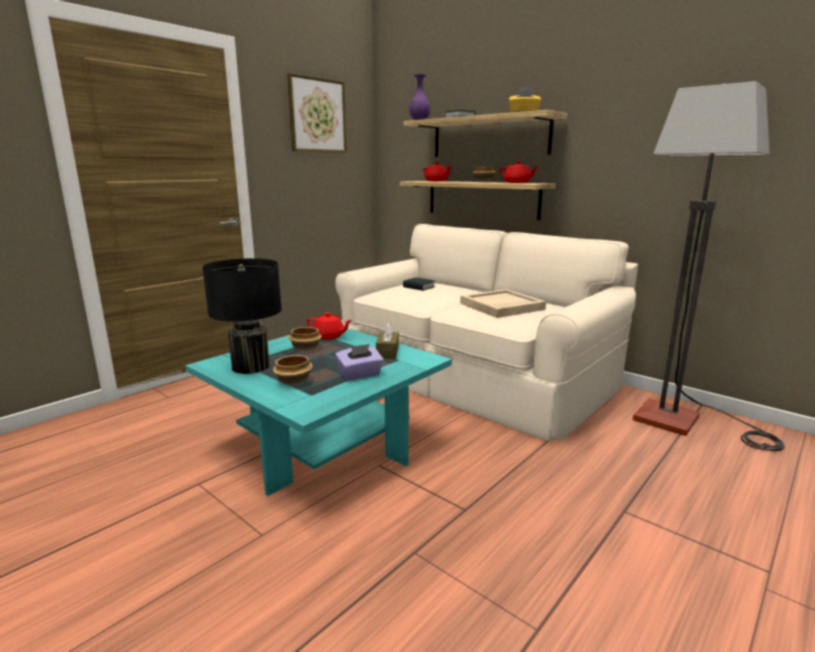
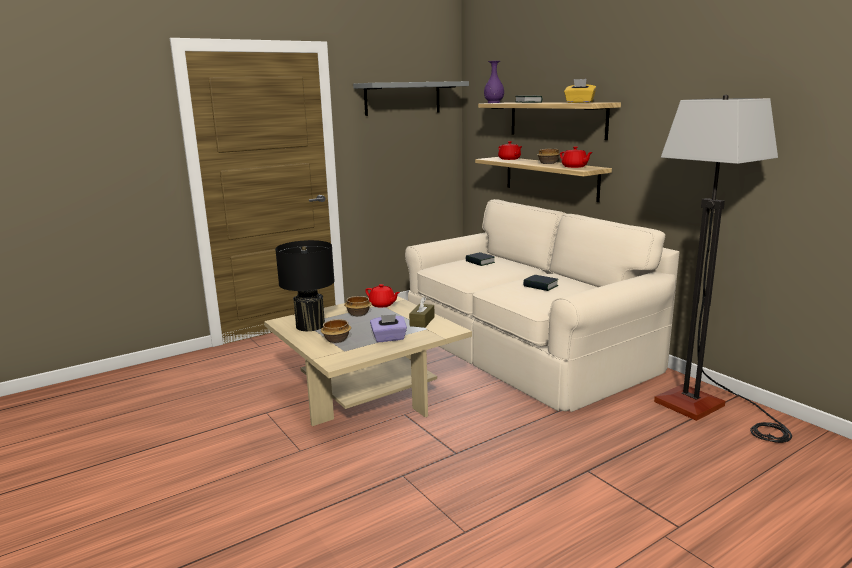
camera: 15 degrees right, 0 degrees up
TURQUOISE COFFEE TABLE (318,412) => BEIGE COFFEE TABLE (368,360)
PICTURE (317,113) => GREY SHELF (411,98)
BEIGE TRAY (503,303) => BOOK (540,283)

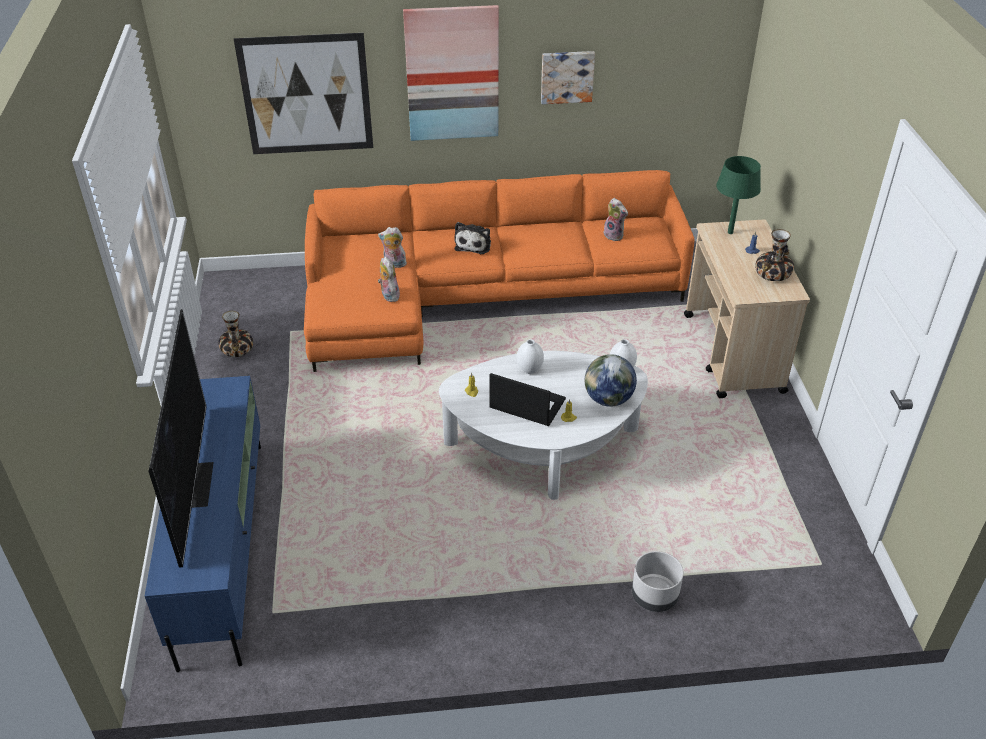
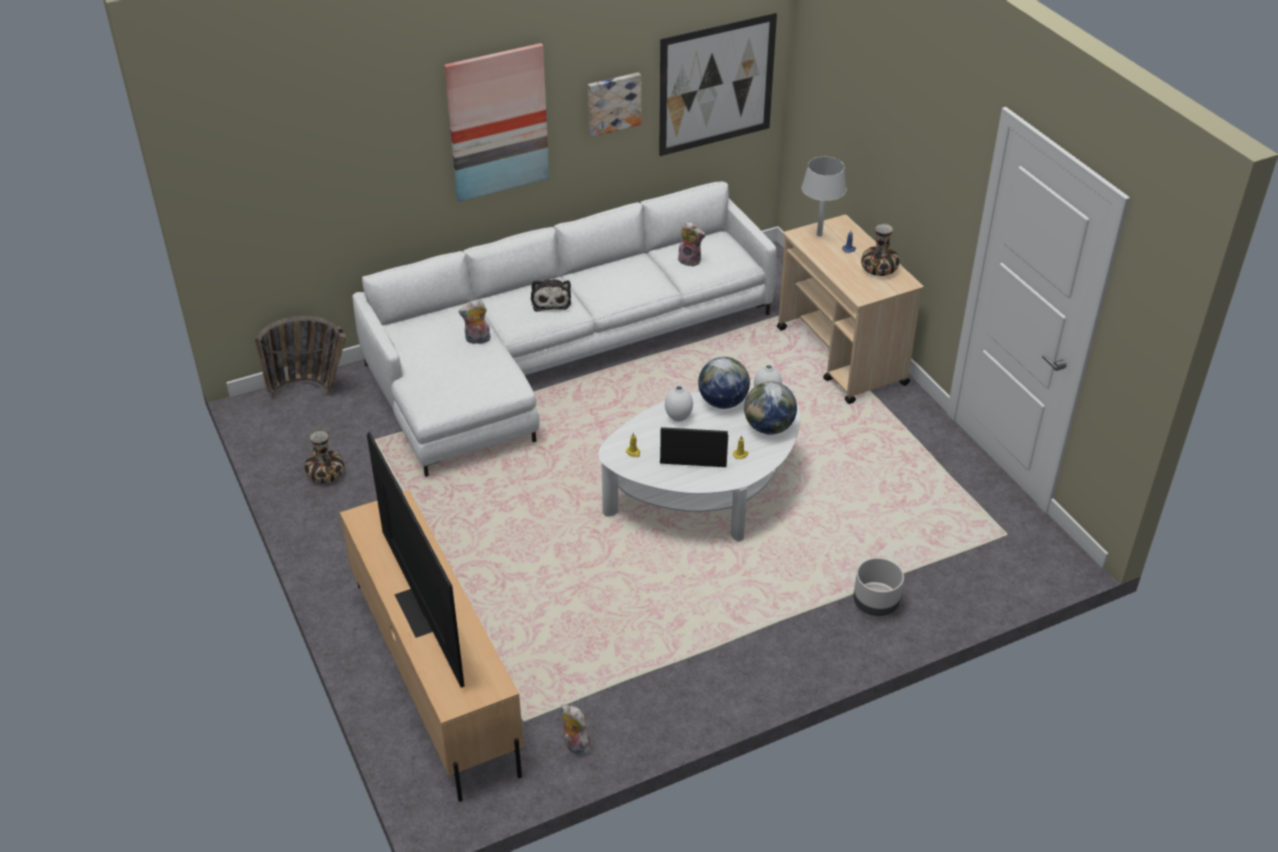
camera: 20 degrees left, 0 degrees up
BLUE TV STAND (203,524) => BEIGE TV STAND (432,646)
PICTURE (303,93) => PICTURE (718,84), relocated
ORANGE SOFA (499,271) => WHITE SOFA (564,329)
PLUSH TOY (389,279) => PLUSH TOY (575,730), relocated
GREEN TABLE LAMP (738,195) => GREY TABLE LAMP (823,197)
nothing => BASKET (300,358)
nothing => GLOBE (724,383)

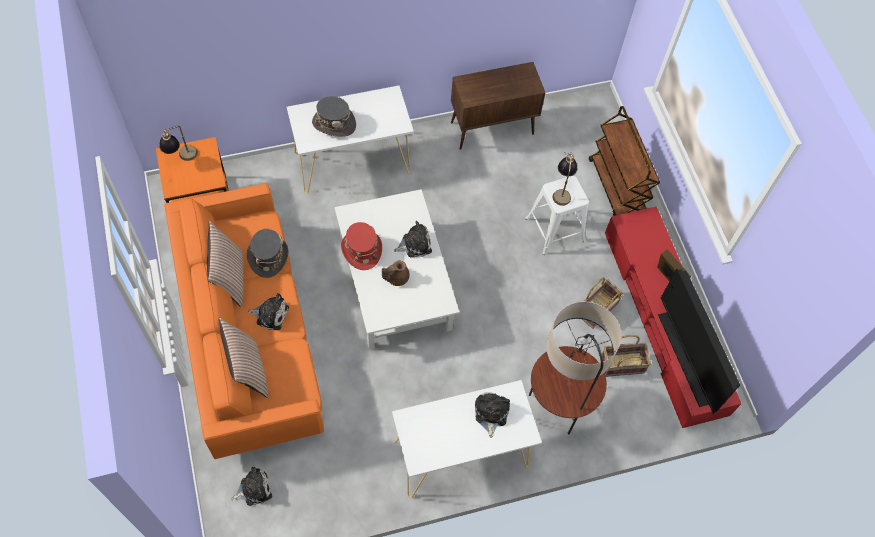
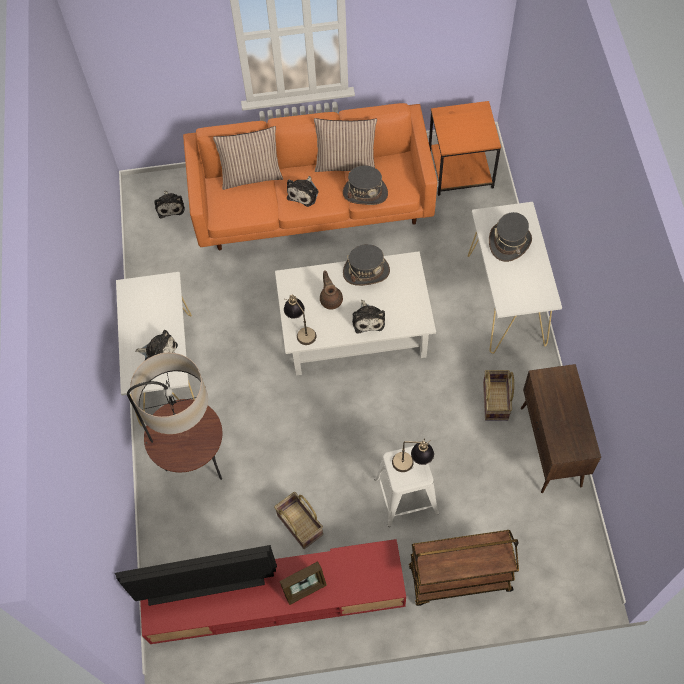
camera: 105 degrees right, 0 degrees up
TABLE LAMP (179,143) => TABLE LAMP (300,319), relocated
RED HAT (361,246) => GREY HAT (366,265)
BASKET (626,356) => BASKET (498,395), relocated

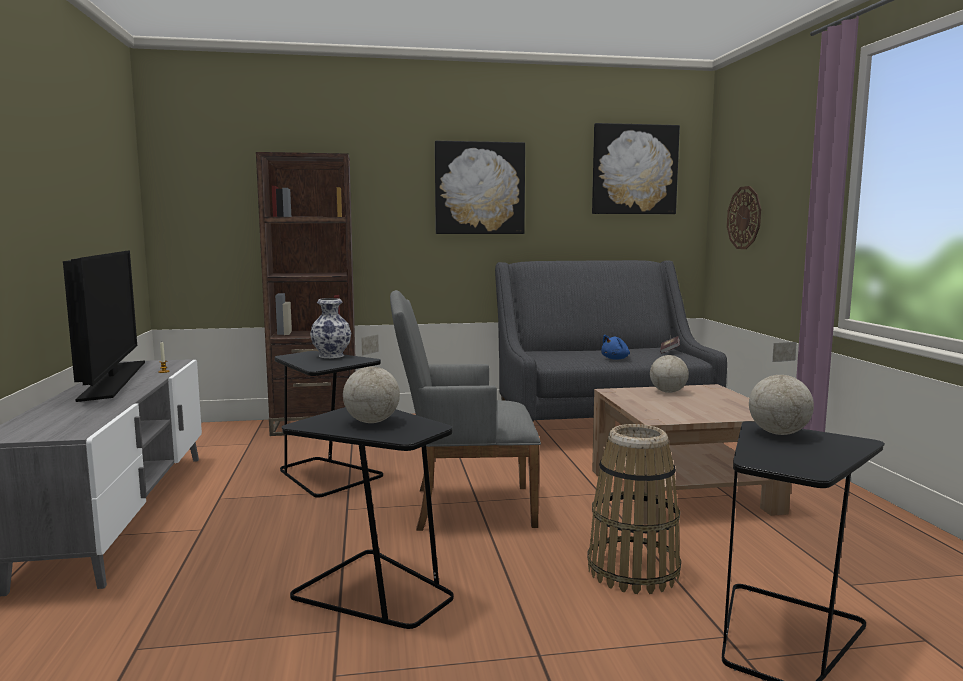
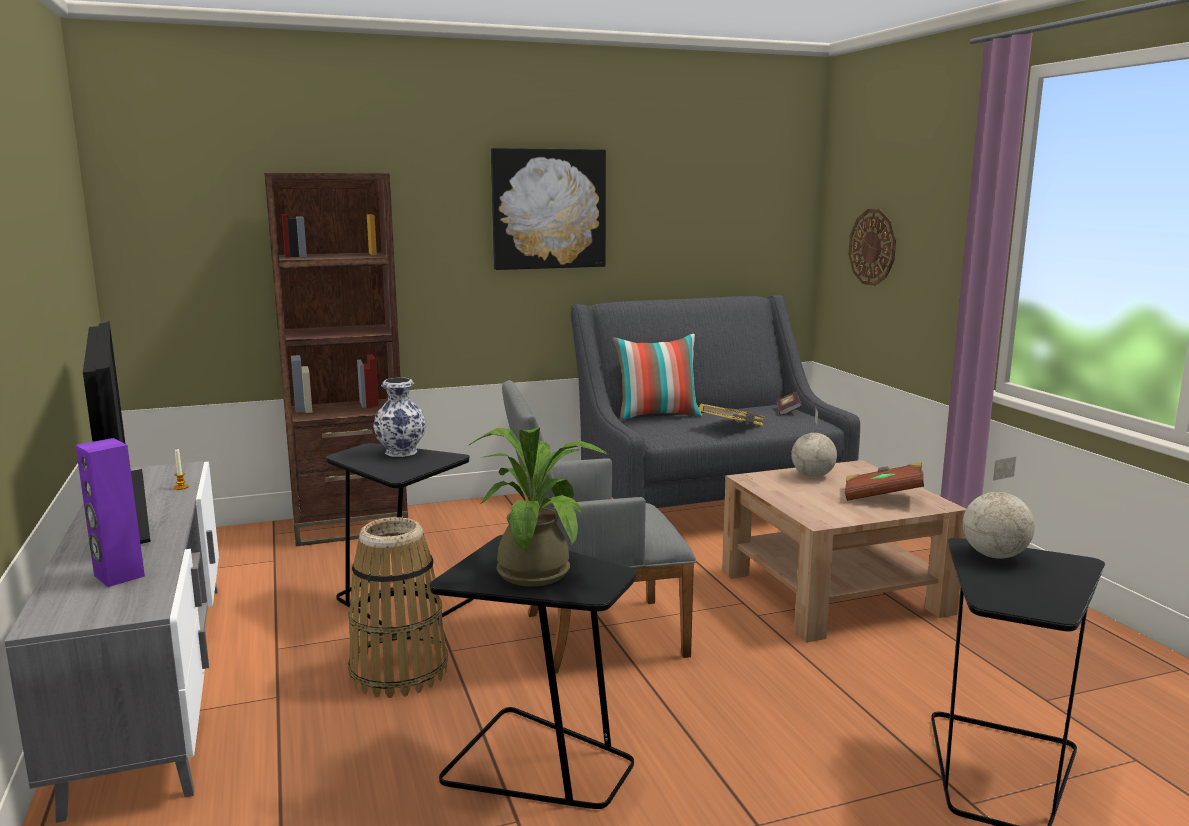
camera: 10 degrees left, 5 degrees up
GLOBE (371,379) => POTTED PLANT (538,506)
BASKET (634,509) => BASKET (398,607), relocated
PICTURE (636,168) => nothing
BLUE PLUSH TOY (615,347) => YELLOW BOOK (732,415)
nothing => PURPLE SPEAKER (110,512)
nothing => PILLOW (657,377)
nothing => BROWN BOOK (884,481)

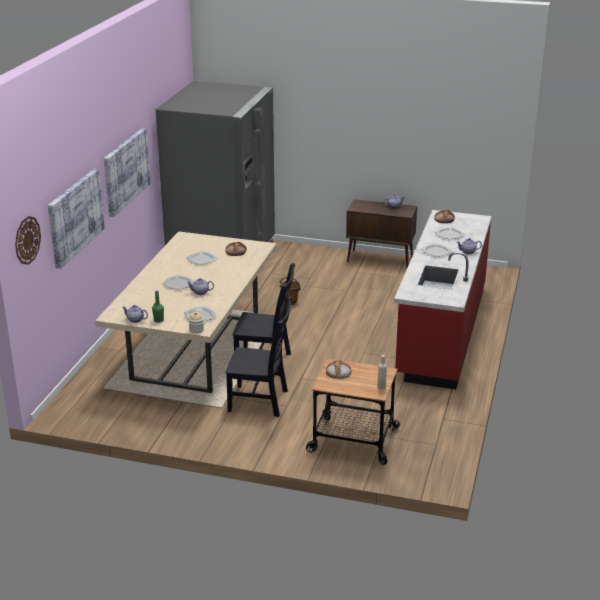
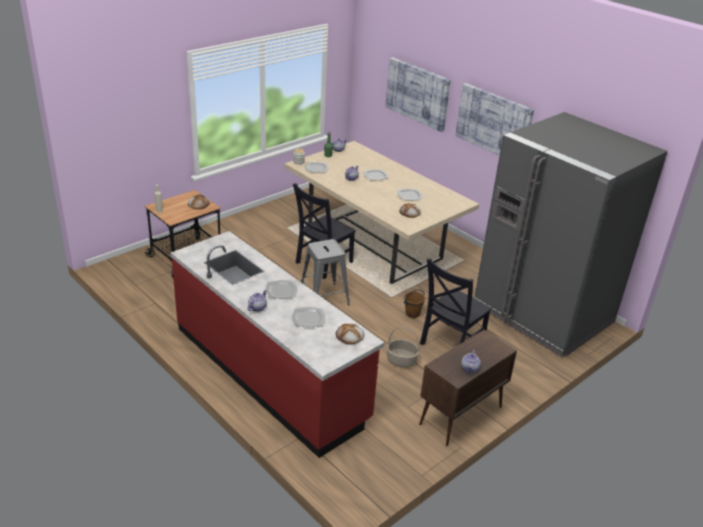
camera: 120 degrees right, 5 degrees up
WALL CLOCK (28,240) => nothing
BLACK CHAIR (259,357) => BLACK CHAIR (456,301), relocated
nothing => GREY STOOL (325,272)
nothing => BASKET (403,347)

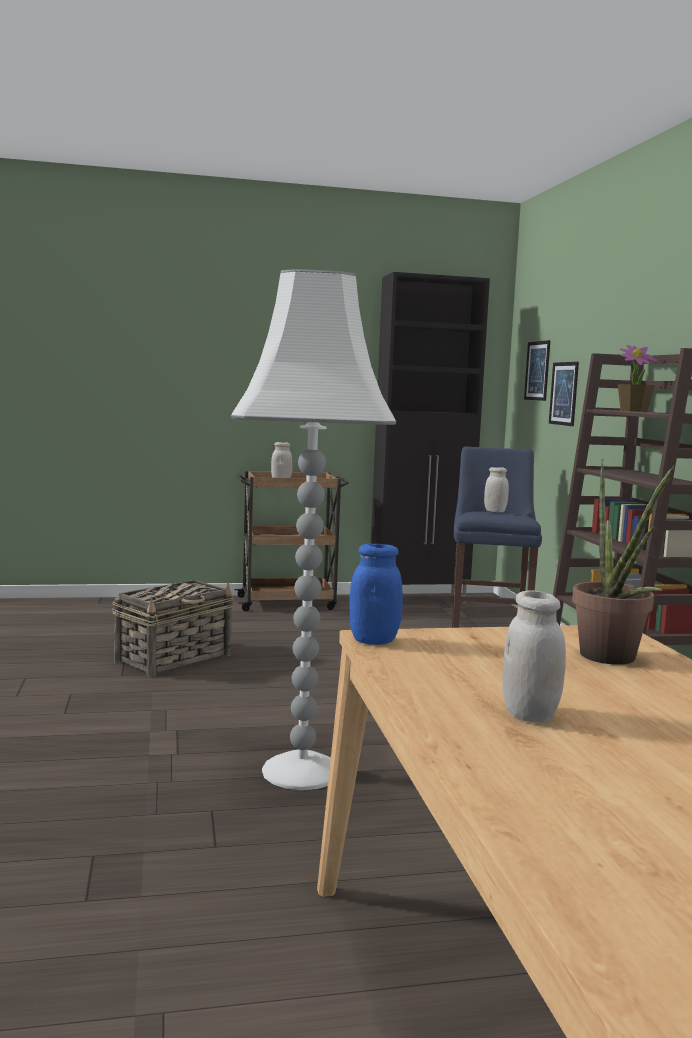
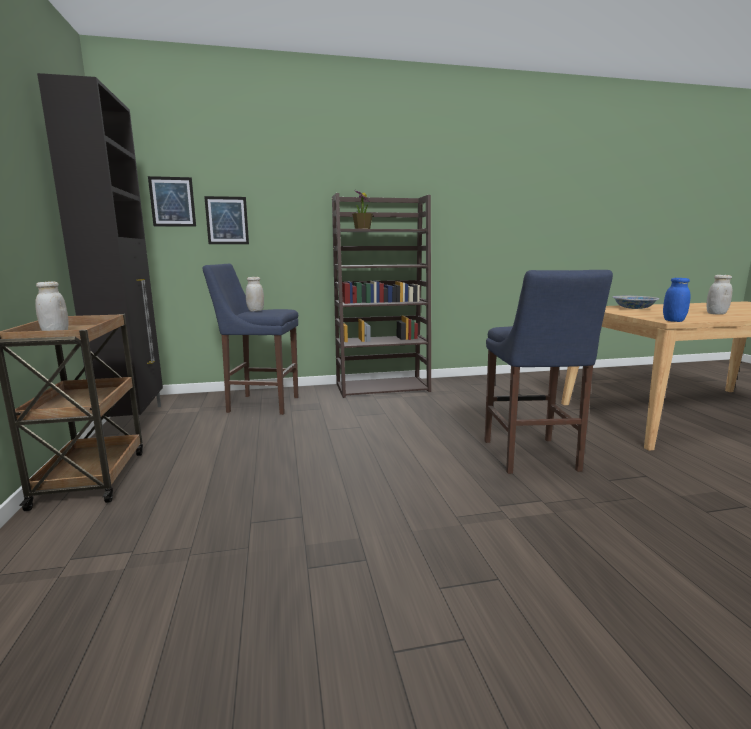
camera: 90 degrees left, 5 degrees up
BASKET (173,628) => nothing
WHITE FLOOR LAMP (313,529) => BLUE STOOL (549,372)
POTTED PLANT (623,562) => BOWL (635,302)

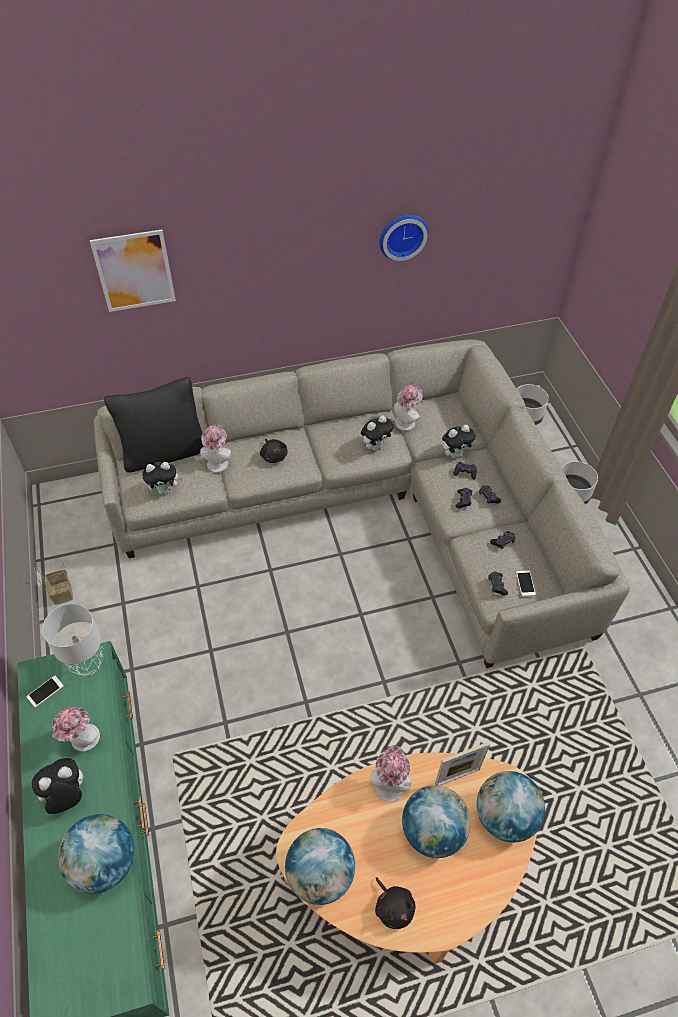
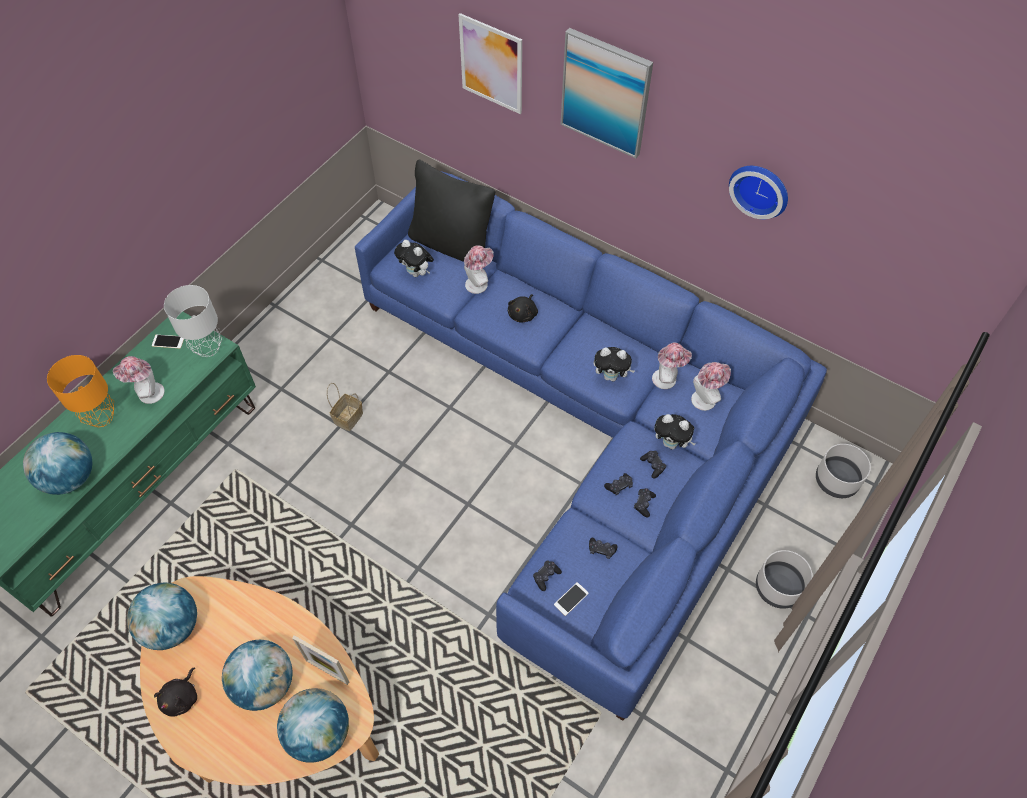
camera: 50 degrees right, 5 degrees up
PLUSH TOY (57,786) => ORANGE TABLE LAMP (80,391)
BASKET (53,582) => BASKET (345,407), relocated
GREY SOFA (362,503) => BLUE SOFA (591,446)
HAT (391,774) => HAT (711,386), relocated
nothing => PICTURE (606,93)

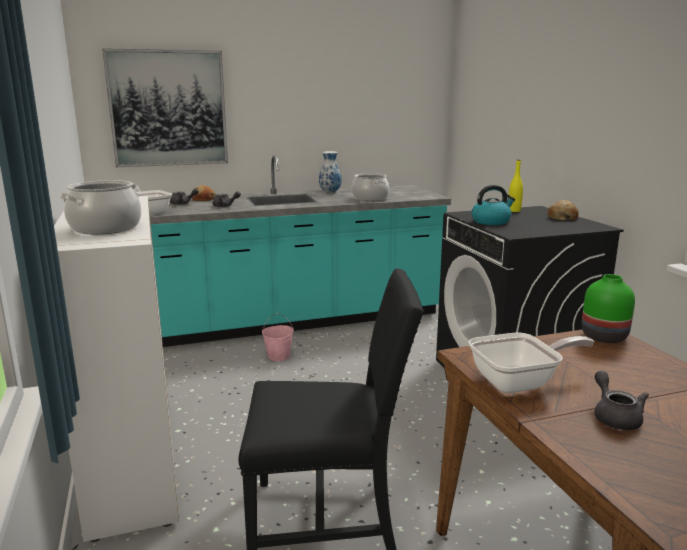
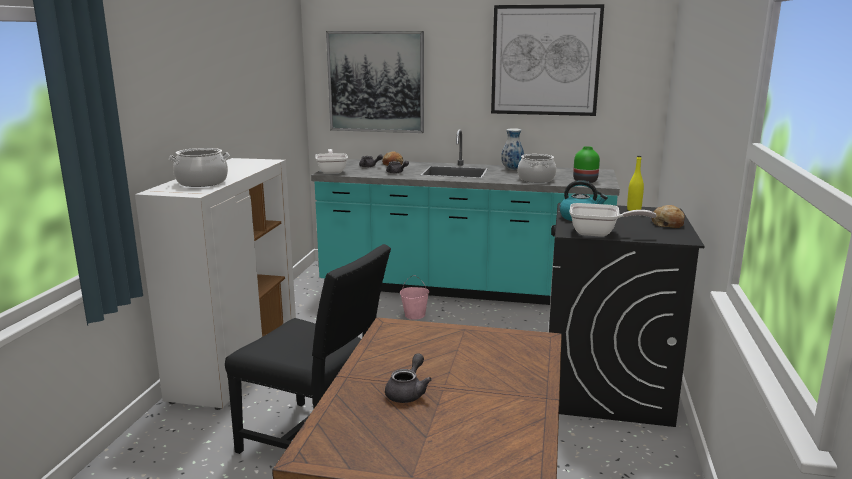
camera: 30 degrees right, 0 degrees up
FRYING PAN (531,362) => FRYING PAN (613,220), relocated
GREEN VASE (608,308) => GREEN VASE (586,164), relocated
nothing => PICTURE (547,60)

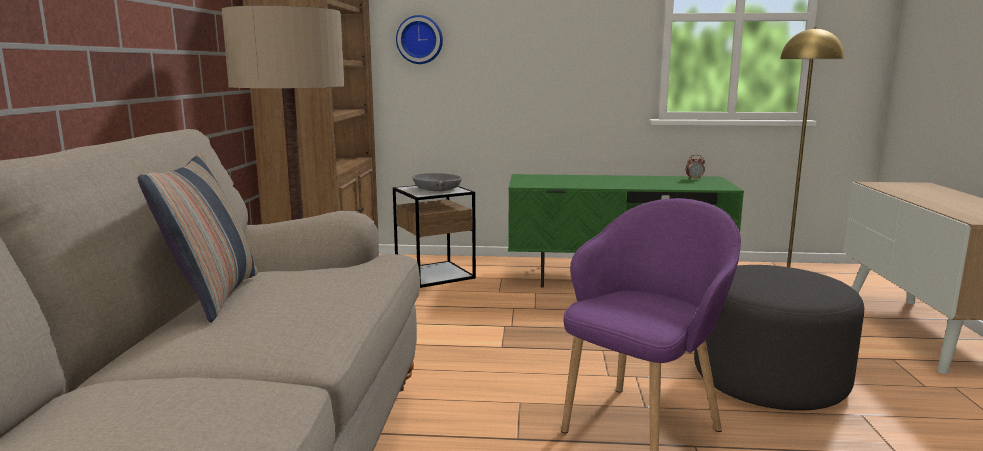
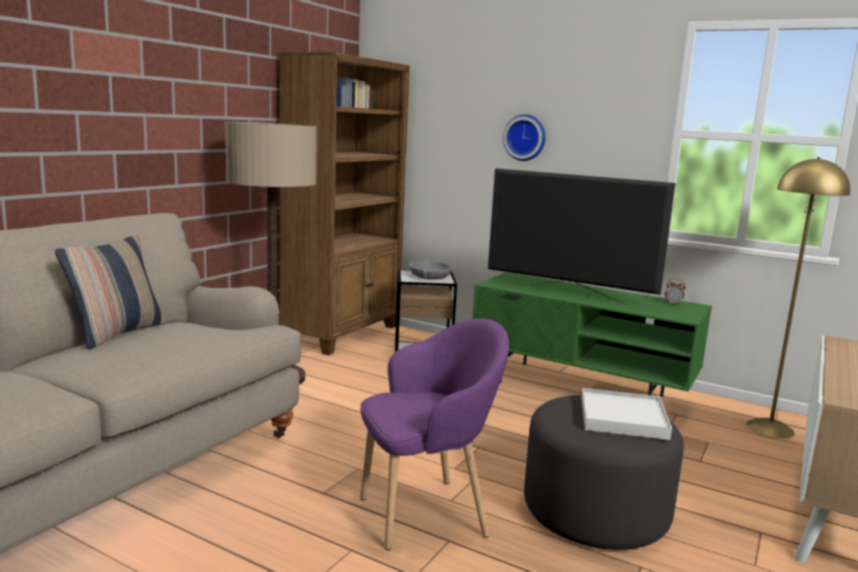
camera: 25 degrees right, 0 degrees up
WALL CLOCK (419,39) => WALL CLOCK (524,137), relocated
nothing => TELEVISION (581,235)
nothing => WHITE TRAY (627,414)

